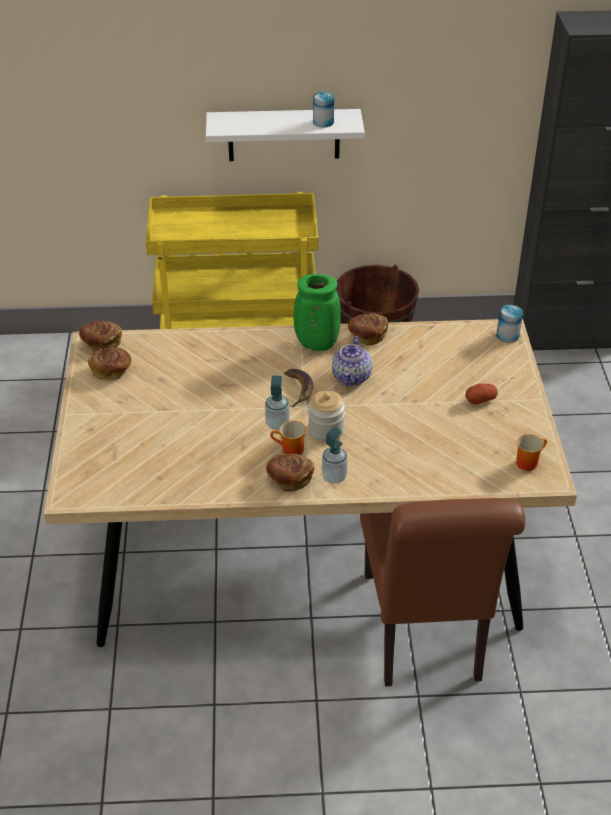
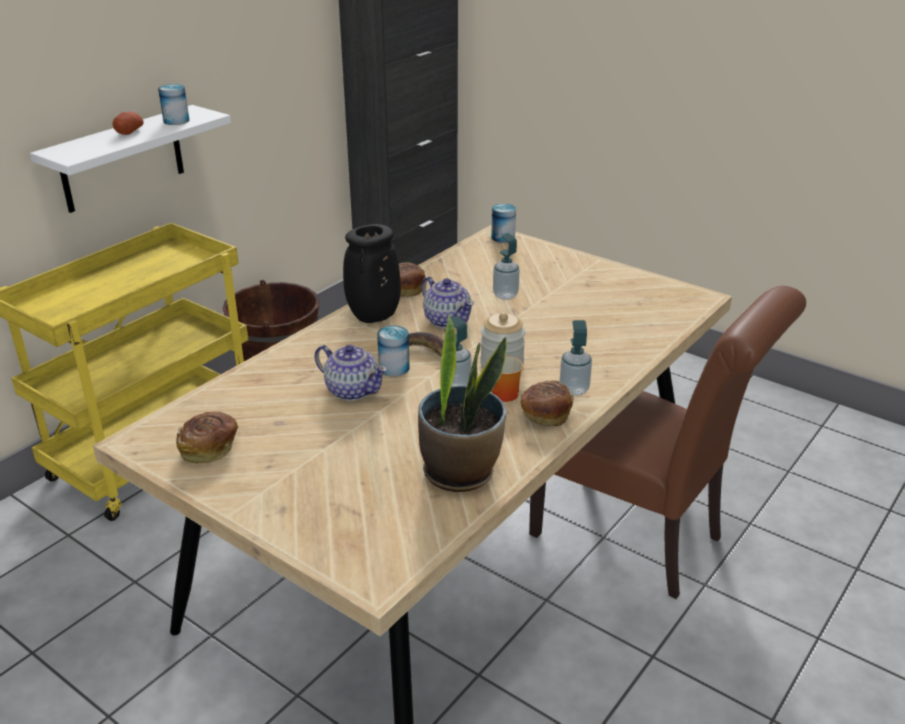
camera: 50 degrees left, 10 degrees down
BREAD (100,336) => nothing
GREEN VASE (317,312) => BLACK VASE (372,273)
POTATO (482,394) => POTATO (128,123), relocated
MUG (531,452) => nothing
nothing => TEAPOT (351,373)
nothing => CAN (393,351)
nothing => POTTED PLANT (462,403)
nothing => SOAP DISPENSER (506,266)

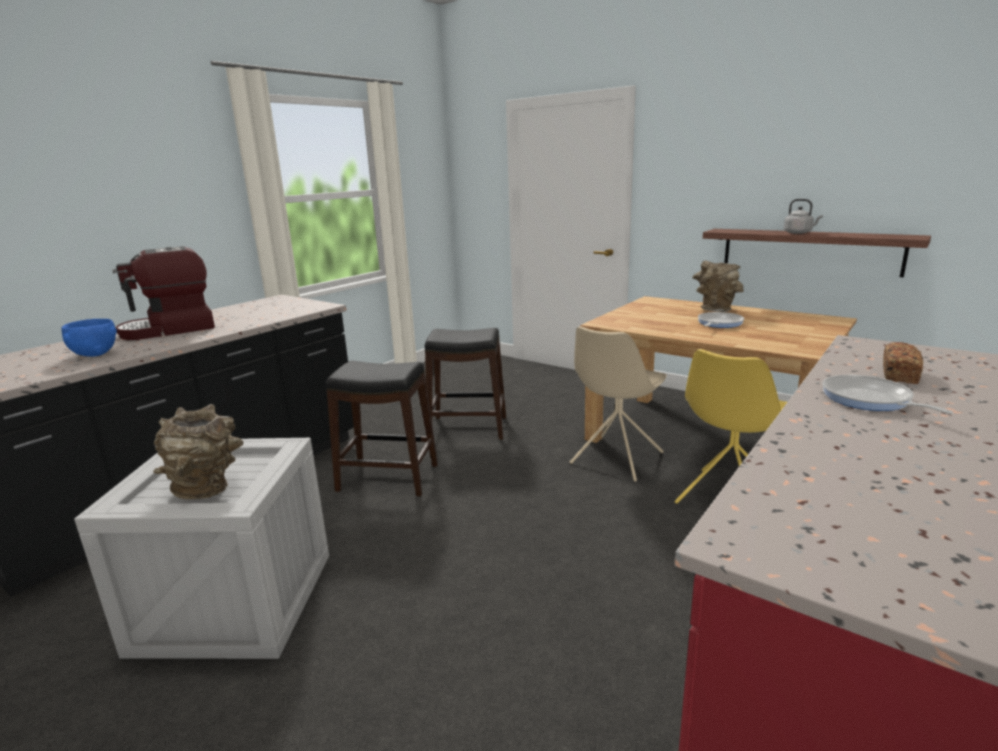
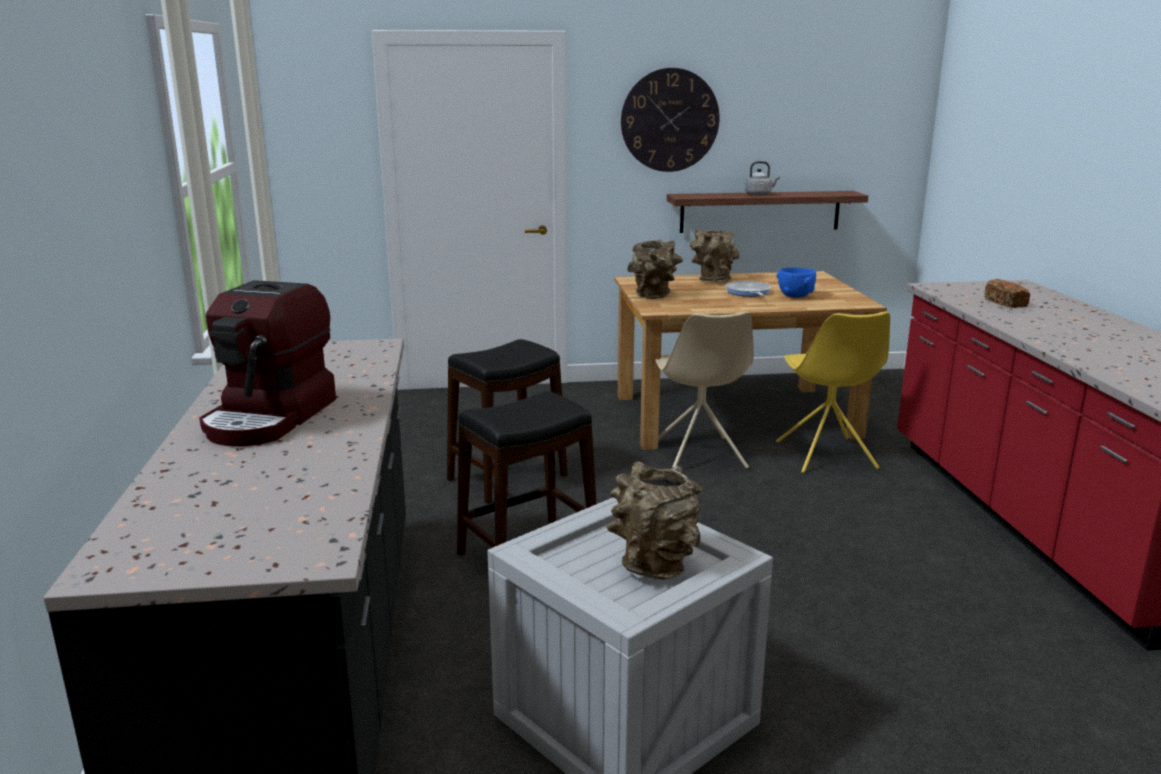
camera: 45 degrees left, 0 degrees up
BLUE BOWL (89,338) => BLUE BOWL (796,282), relocated
FRYING PAN (887,394) => nothing
nothing => WALL CLOCK (670,120)
nothing => BROWN VASE (655,269)

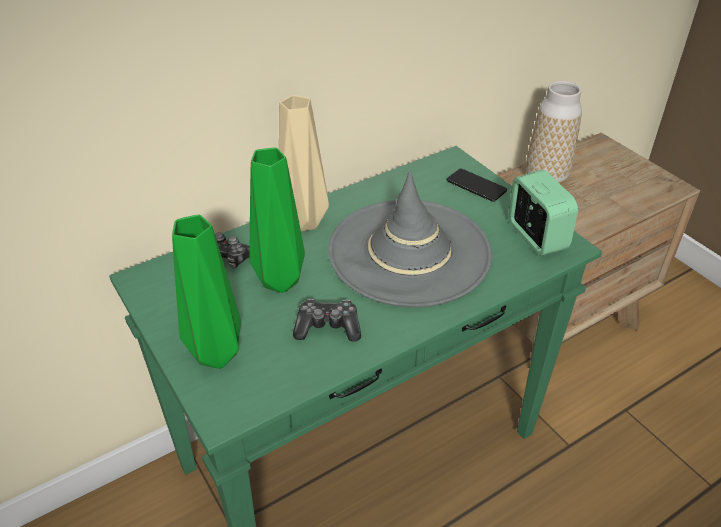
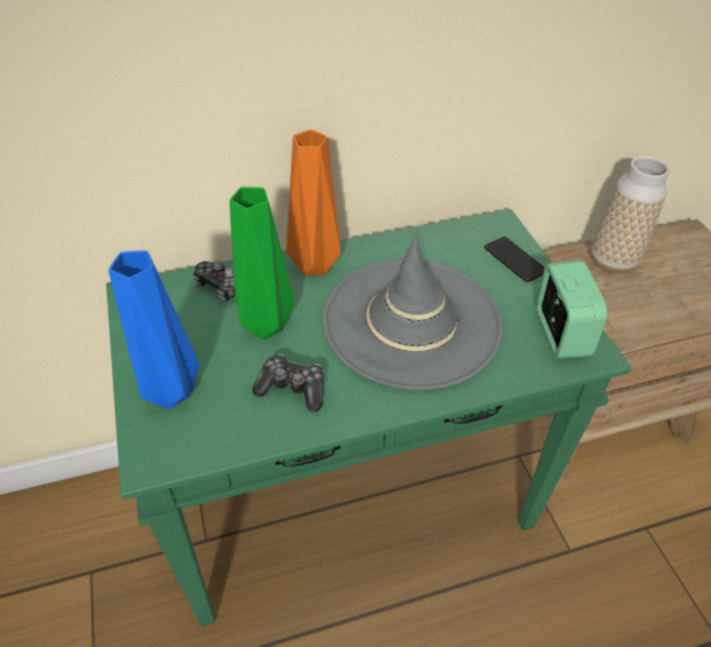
camera: 15 degrees right, 5 degrees up
GREEN VASE (206,292) => BLUE VASE (154,329)
BEIGE VASE (304,163) => ORANGE VASE (313,202)

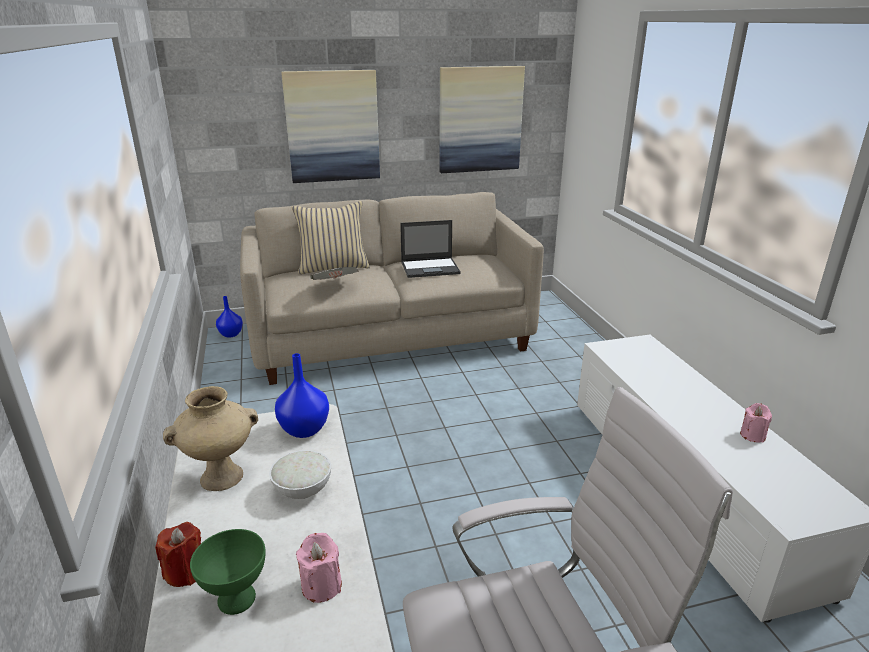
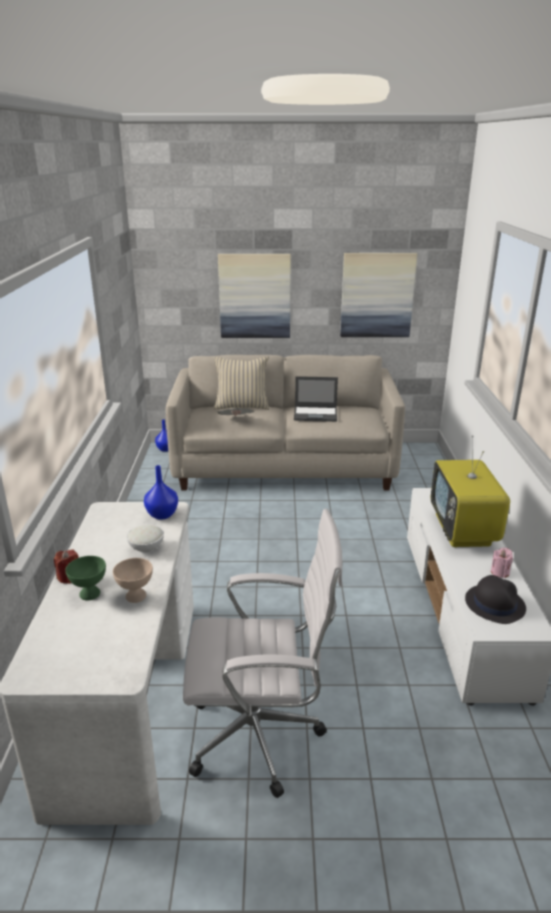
camera: 15 degrees right, 0 degrees up
BEIGE VASE (210,438) => nothing
PINK CANDLE (319,568) => BEIGE BOWL (133,580)
nothing => TELEVISION (470,491)
nothing => BLACK HAT (495,599)

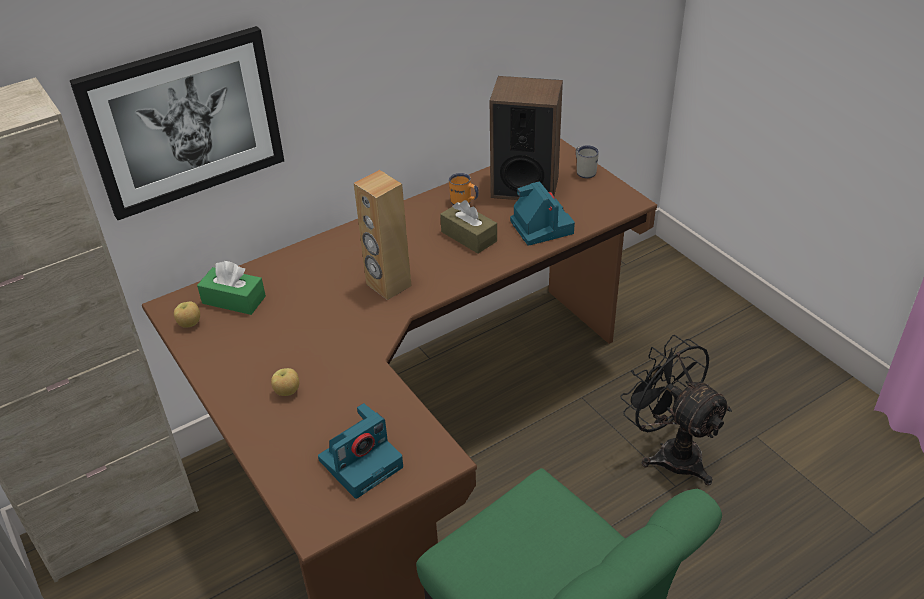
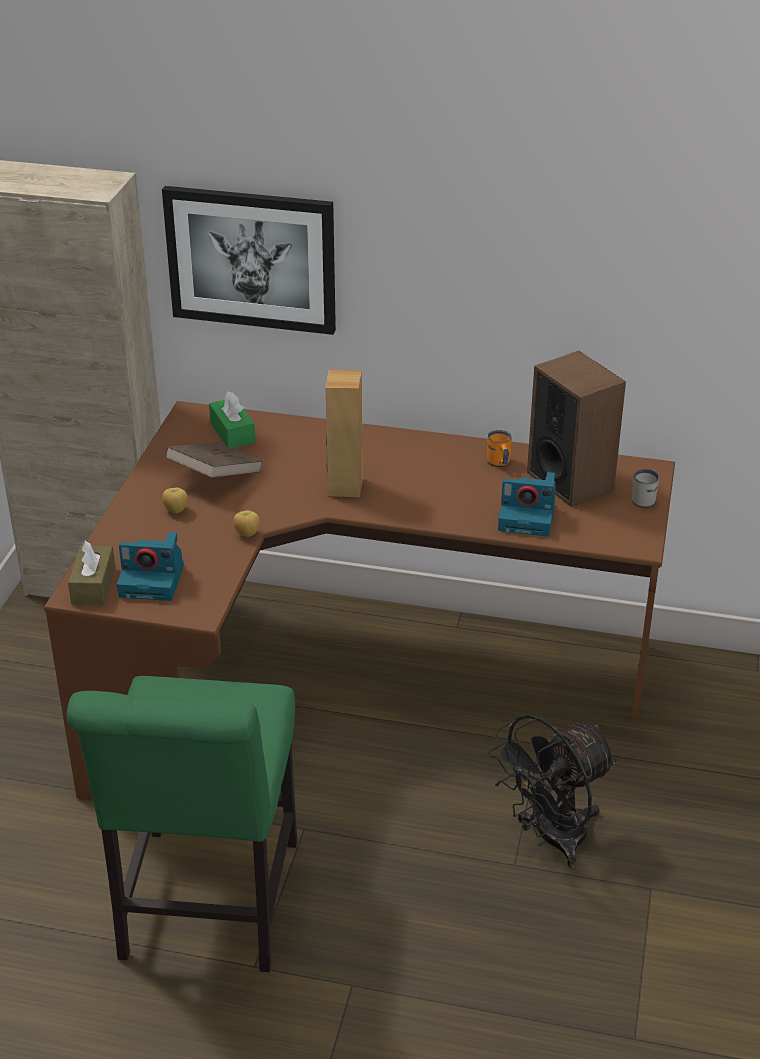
camera: 45 degrees right, 5 degrees down
APPLE (187,315) => APPLE (246,523), relocated
BROWN TISSUE BOX (468,227) => BROWN TISSUE BOX (91,573), relocated
PHOTO CAMERA (542,213) => PHOTO CAMERA (527,504), 75 degrees clockwise
BLACK FAN (676,410) => BLACK FAN (552,791), 135 degrees counterclockwise
nothing => BROWN BOOK (214,460)

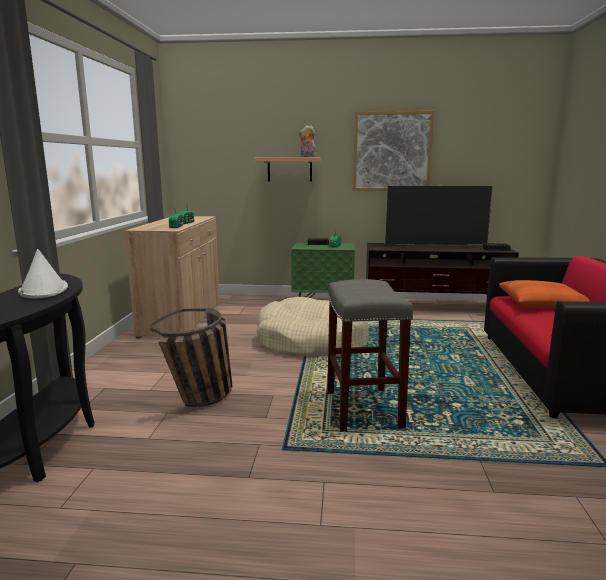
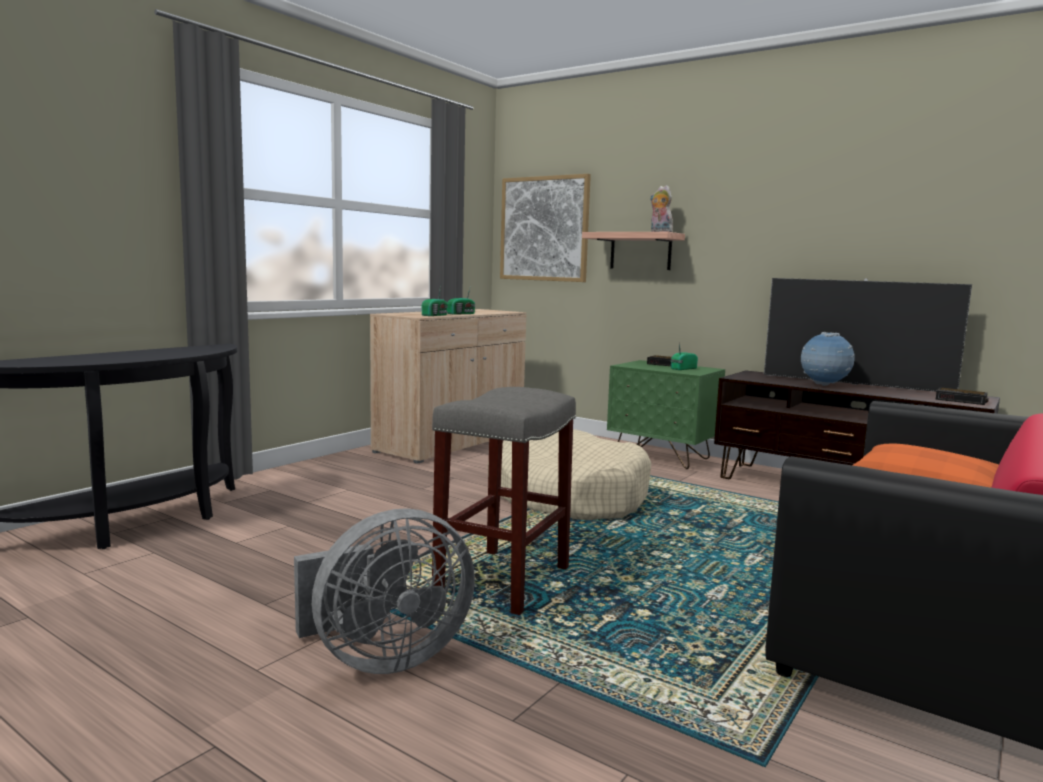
camera: 30 degrees right, 5 degrees down
WHITE HAT (43,274) => nothing
BASKET (191,357) => nothing
PICTURE (393,151) => PICTURE (545,228), relocated
nothing => GREY FAN (384,591)
nothing => GLOBE (828,359)

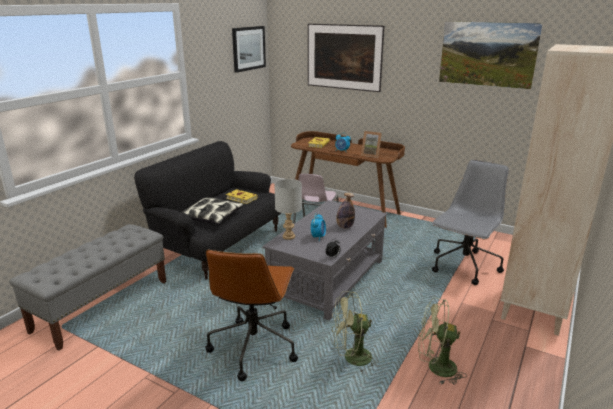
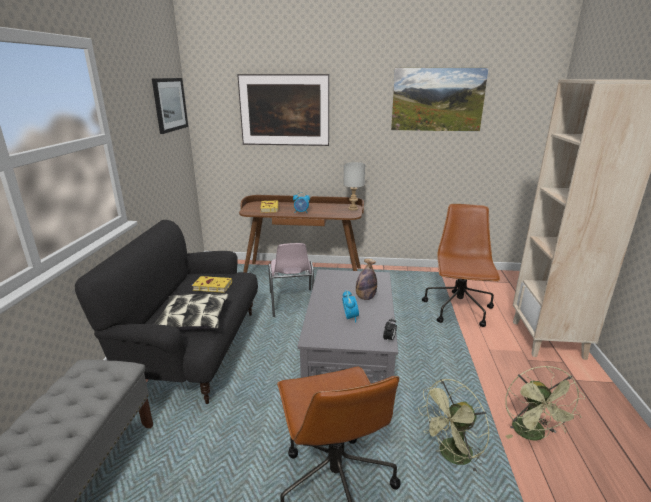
camera: 25 degrees left, 0 degrees up
GREY TABLE LAMP (288,209) => GREY TABLE LAMP (354,186), relocated
PICTURE FRAME (371,144) => nothing
GREEN FAN (442,340) => GREEN FAN (545,403), 75 degrees counterclockwise
GREY OFFICE CHAIR (470,222) => BROWN OFFICE CHAIR (461,265)

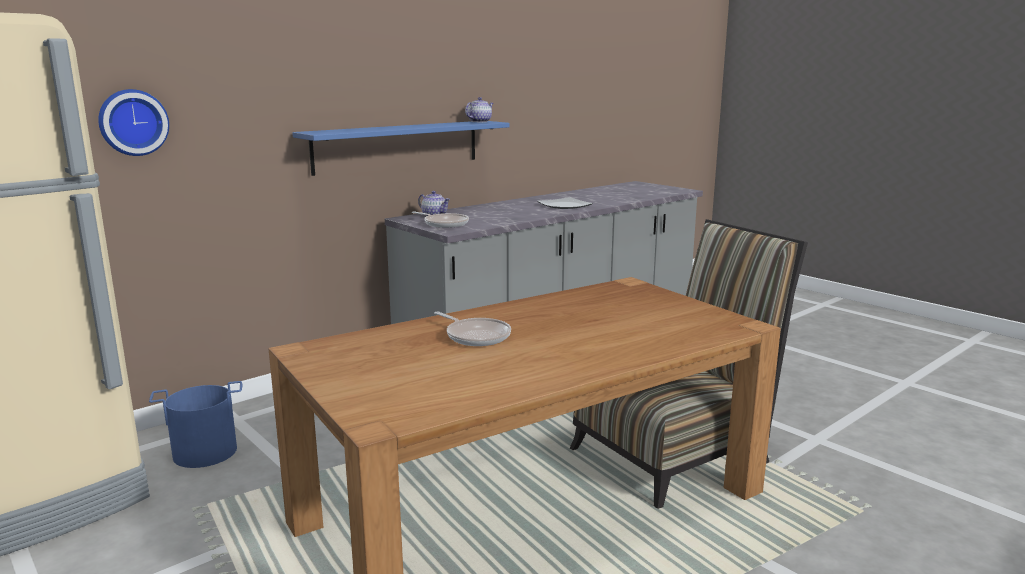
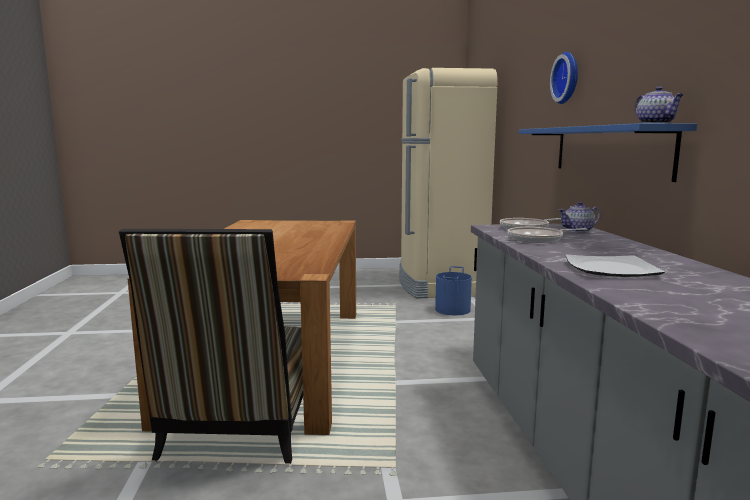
camera: 125 degrees right, 5 degrees down
WALL CLOCK (133,122) => WALL CLOCK (564,78), relocated
FRYING PAN (472,329) => FRYING PAN (547,235), relocated

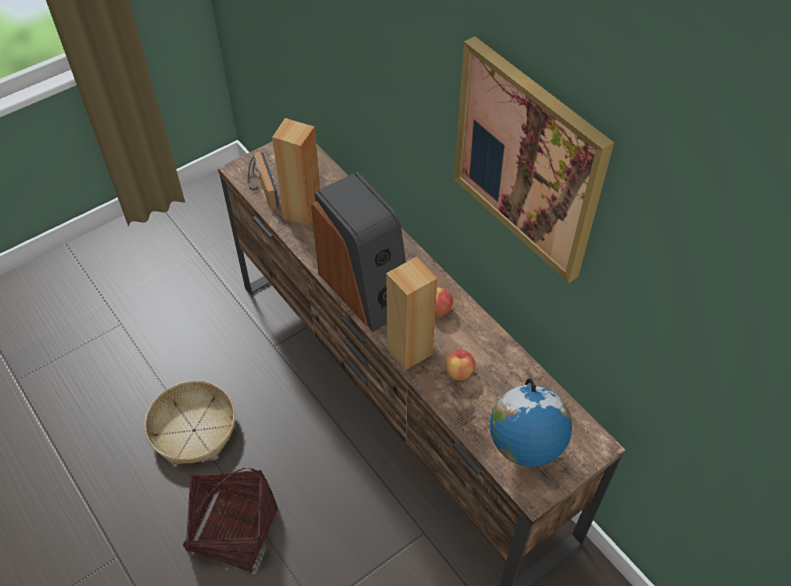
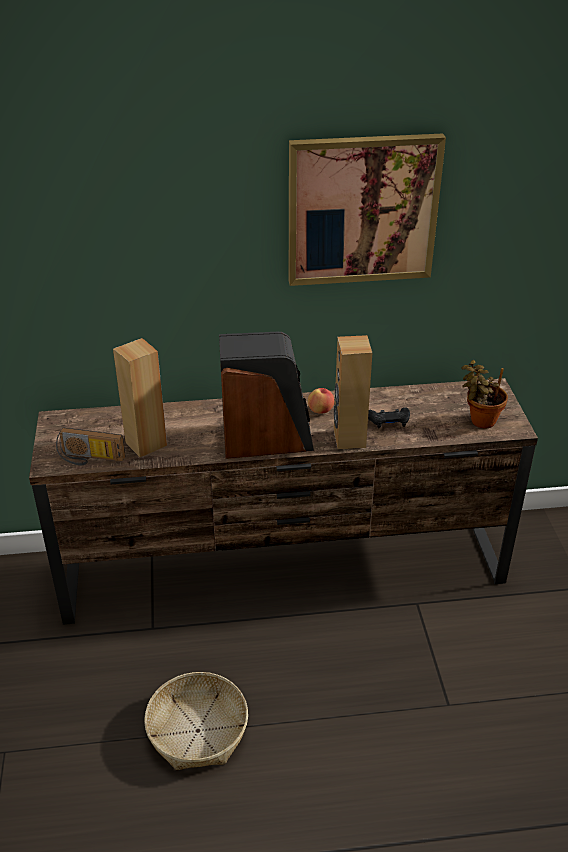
camera: 60 degrees left, 15 degrees down
BASKET (230,521) => nothing
APPLE (460,365) => BLACK GAME CONTROLLER (389,418)
GLOBE (531,422) => POTTED PLANT (484,394)

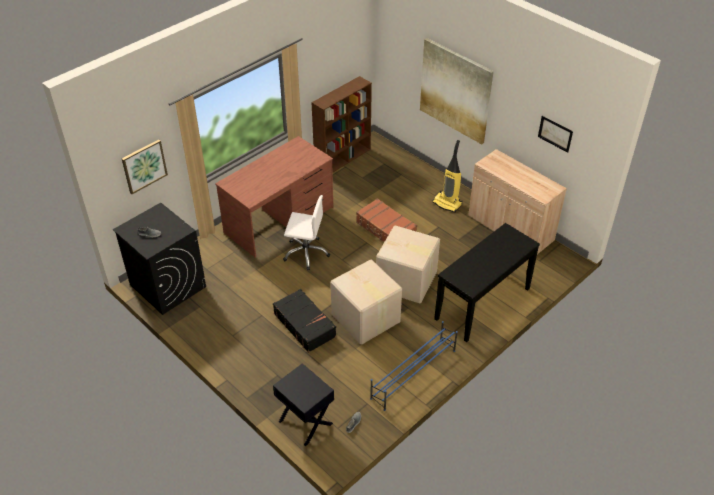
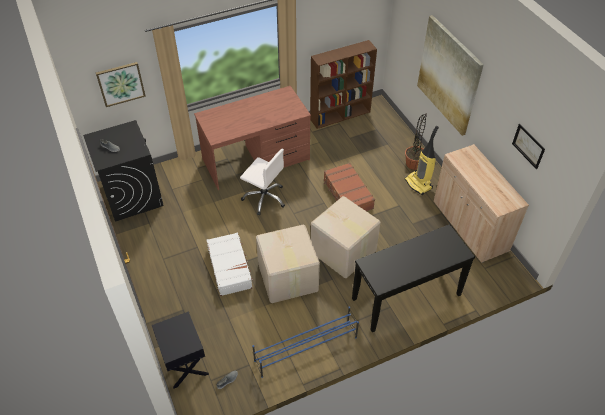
camera: 20 degrees right, 5 degrees up
BLACK SUITCASE (304,321) => WHITE SUITCASE (229,264)
nothing => POTTED PLANT (416,142)

